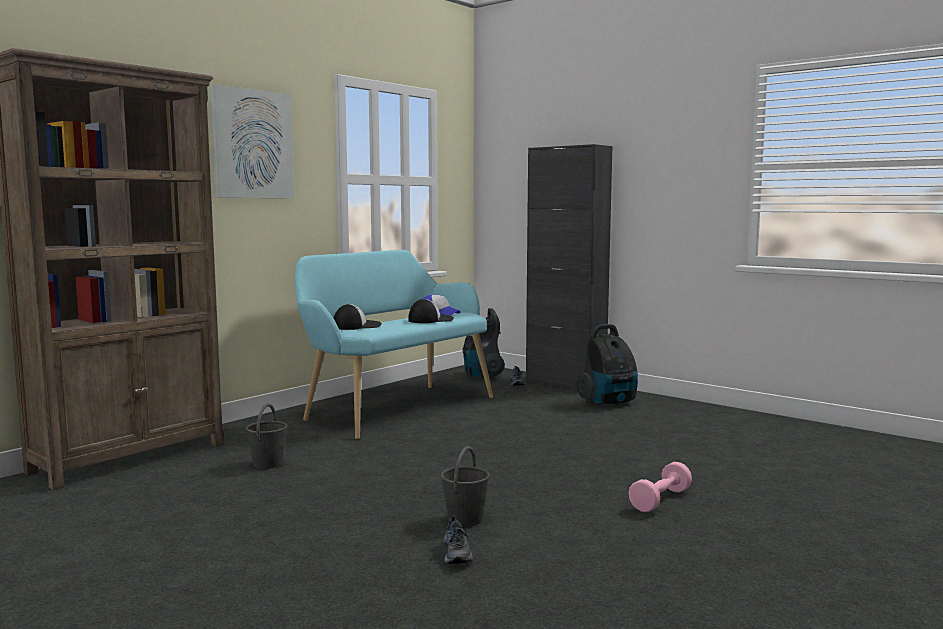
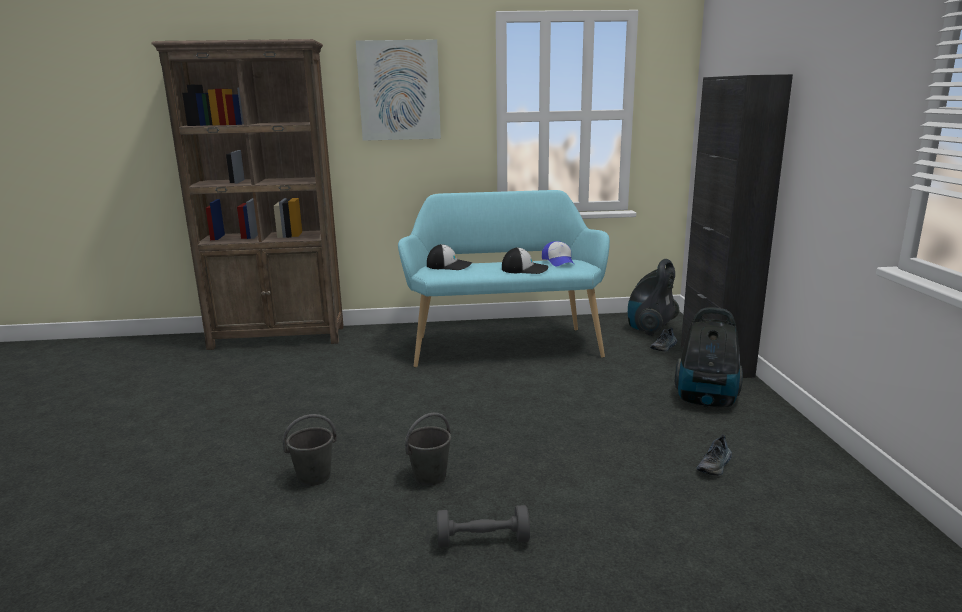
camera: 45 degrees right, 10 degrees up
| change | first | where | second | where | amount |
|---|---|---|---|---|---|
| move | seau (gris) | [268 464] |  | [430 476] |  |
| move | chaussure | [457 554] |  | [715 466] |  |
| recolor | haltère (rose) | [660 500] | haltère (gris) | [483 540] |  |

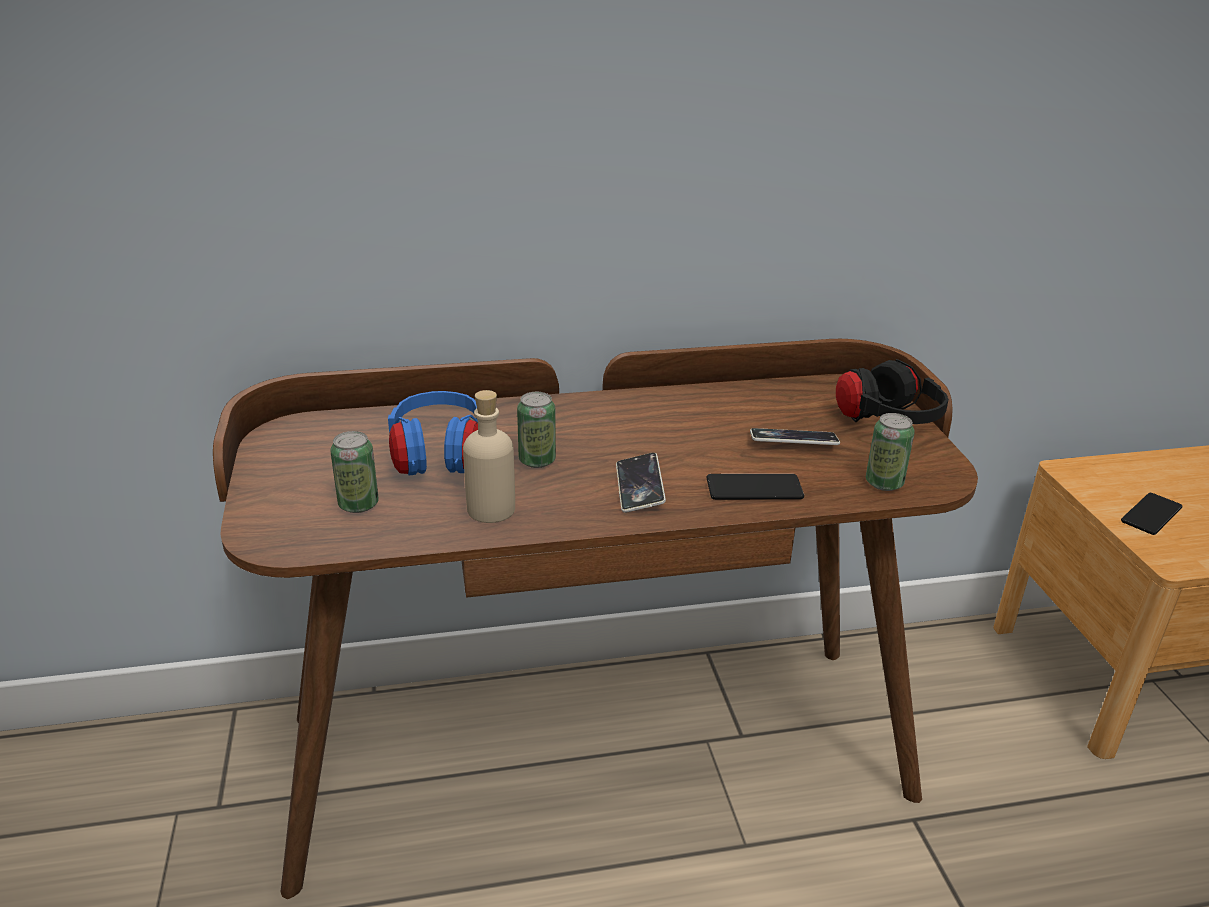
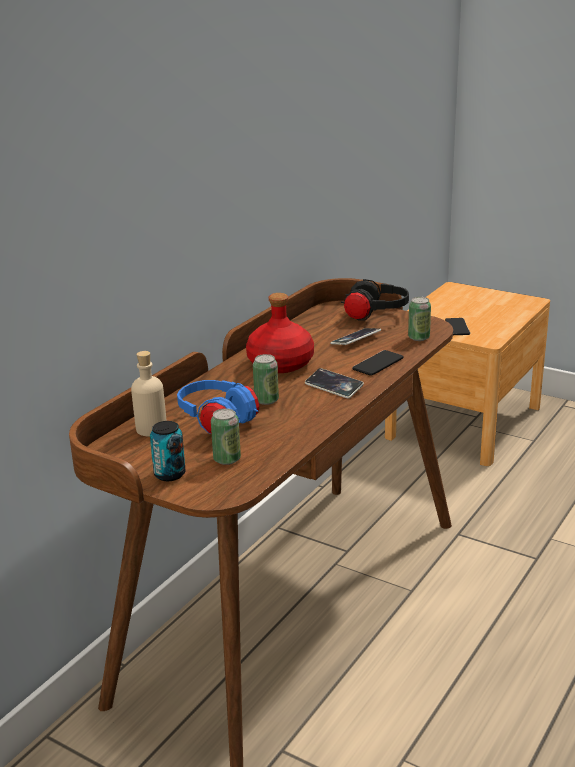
camera: 45 degrees left, 5 degrees down
| change | first | where | second | where | amount |
|---|---|---|---|---|---|
| insert |  |  | boîte métallique | [169 474] |  |
| insert |  |  | bouteille (rouge) | [281 363] |  |
| move | bouteille (beige) | [491 509] |  | [151 429] |  |

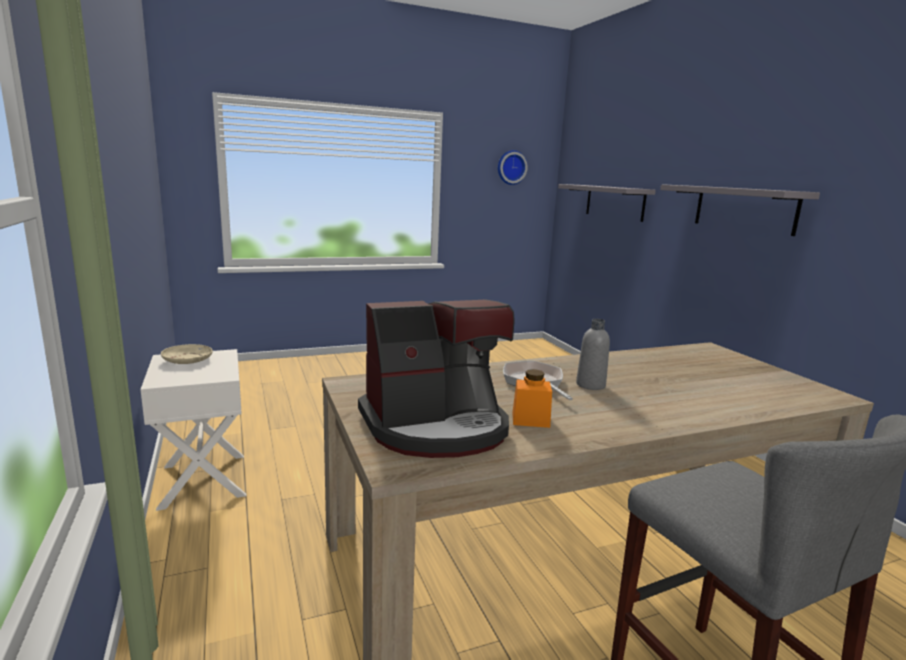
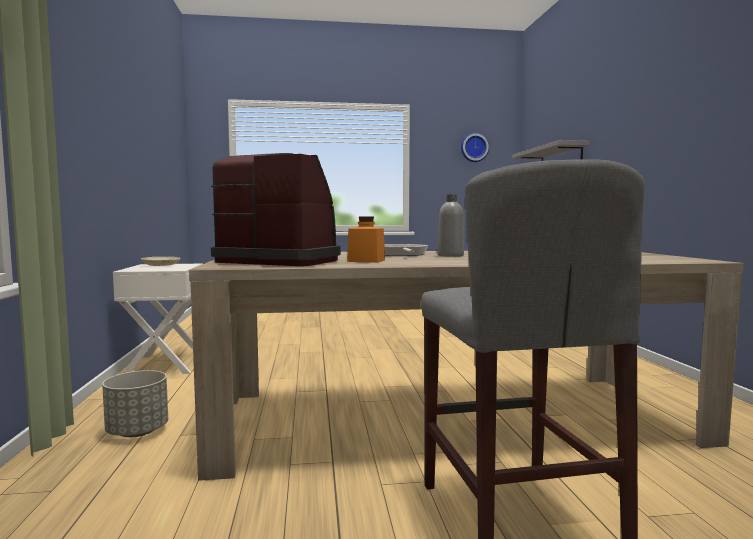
camera: 15 degrees right, 10 degrees down
| change | first | where | second | where | amount |
|---|---|---|---|---|---|
| delete | étagère (gris) | [744 209] |  |  |  |
| insert |  |  | cache-pot (gris) | [138 431] |  |
| rotate | machine à café | [436 427] |  | [281 261] | 150 degrees counterclockwise |

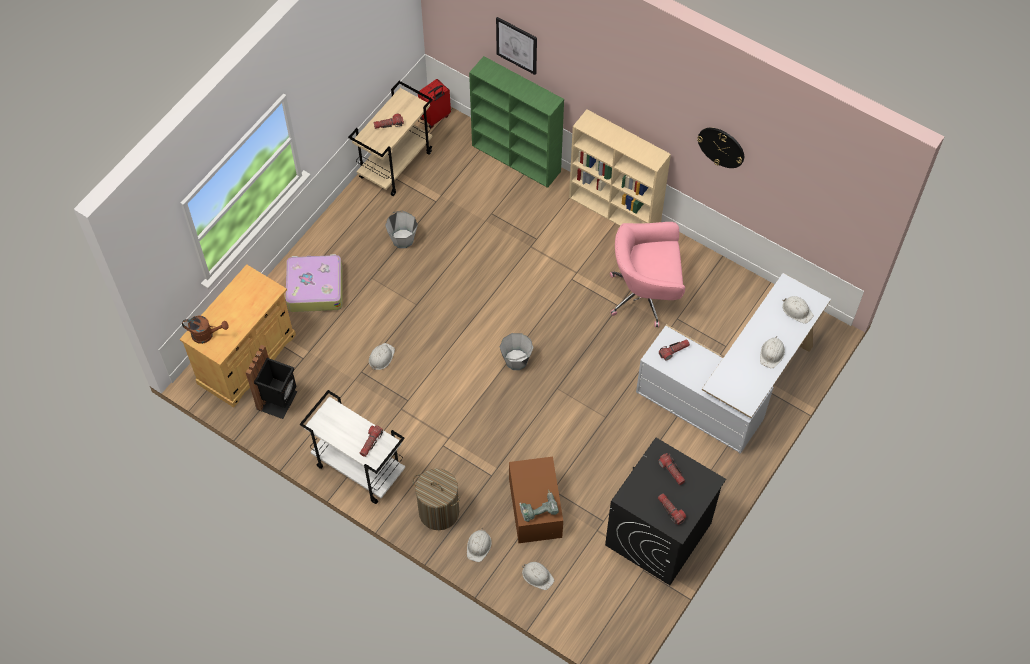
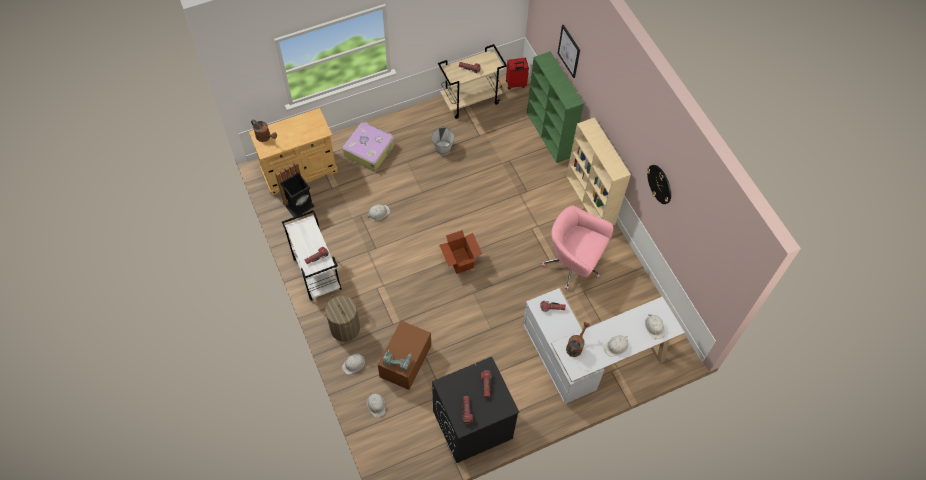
camera: 30 degrees right, 0 degrees up
| change | first | where | second | where | amount |
|---|---|---|---|---|---|
| insert |  |  | arrosoir (marron) | [575 346] |  |
| replace | seau (gris) | [516 360] | carton | [460 261] |  |

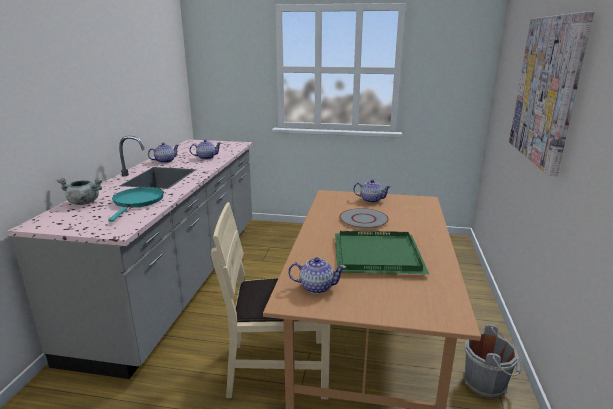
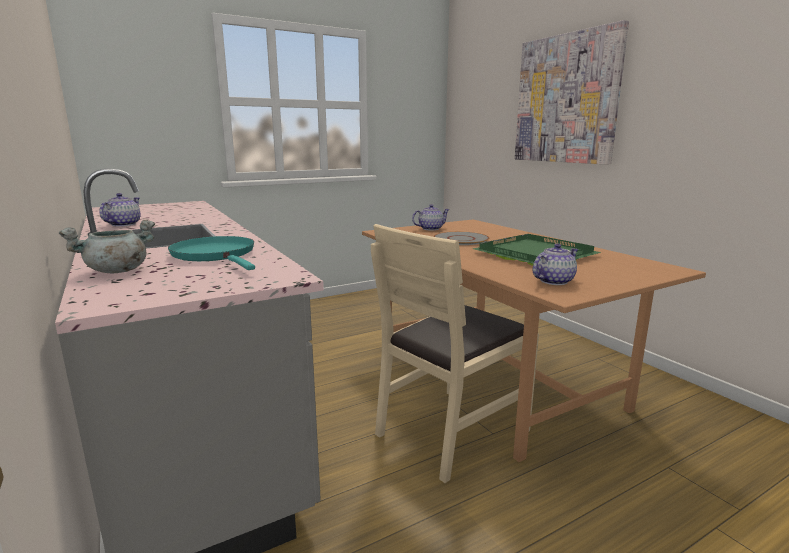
camera: 40 degrees left, 5 degrees down
| change | first | where | second | where | amount |
|---|---|---|---|---|---|
| delete | théière | [206 157] |  |  |  |
| delete | seau (gris) | [486 383] |  |  |  |

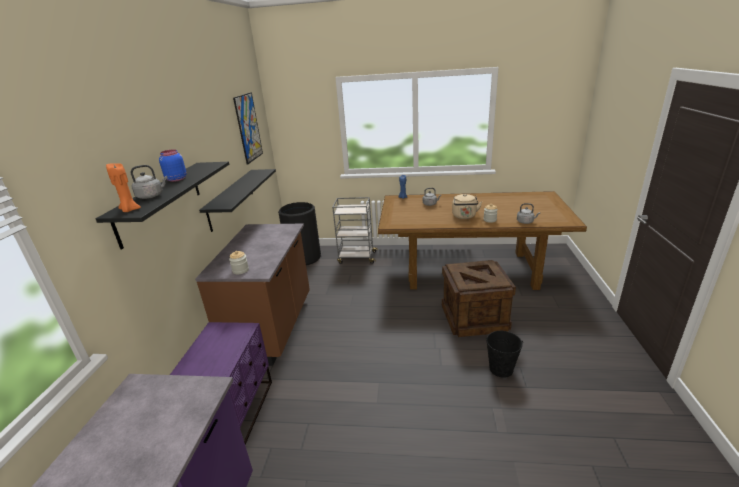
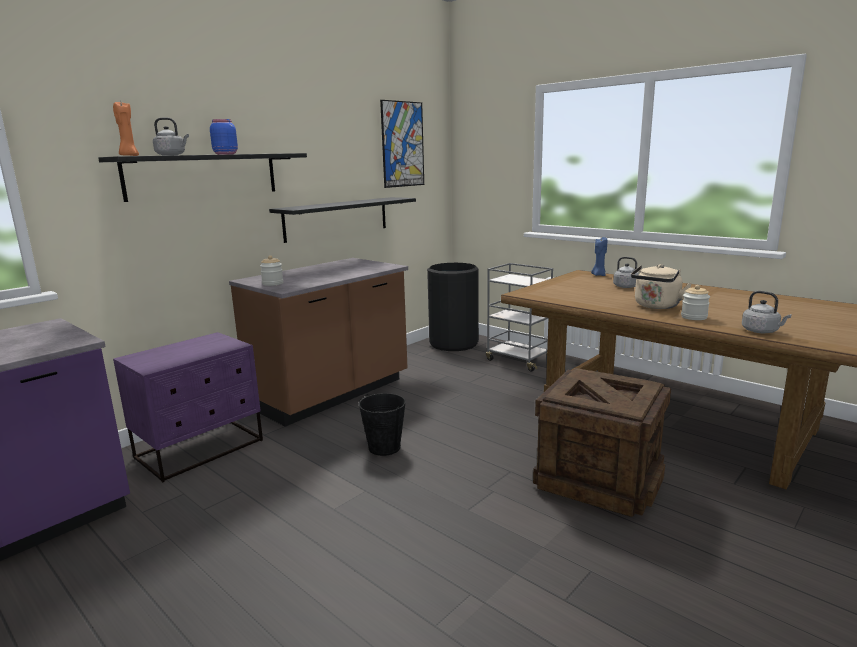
camera: 35 degrees right, 10 degrees down
| change | first | where | second | where | amount |
|---|---|---|---|---|---|
| move | seau (noir) | [501 368] |  | [384 447] |  |

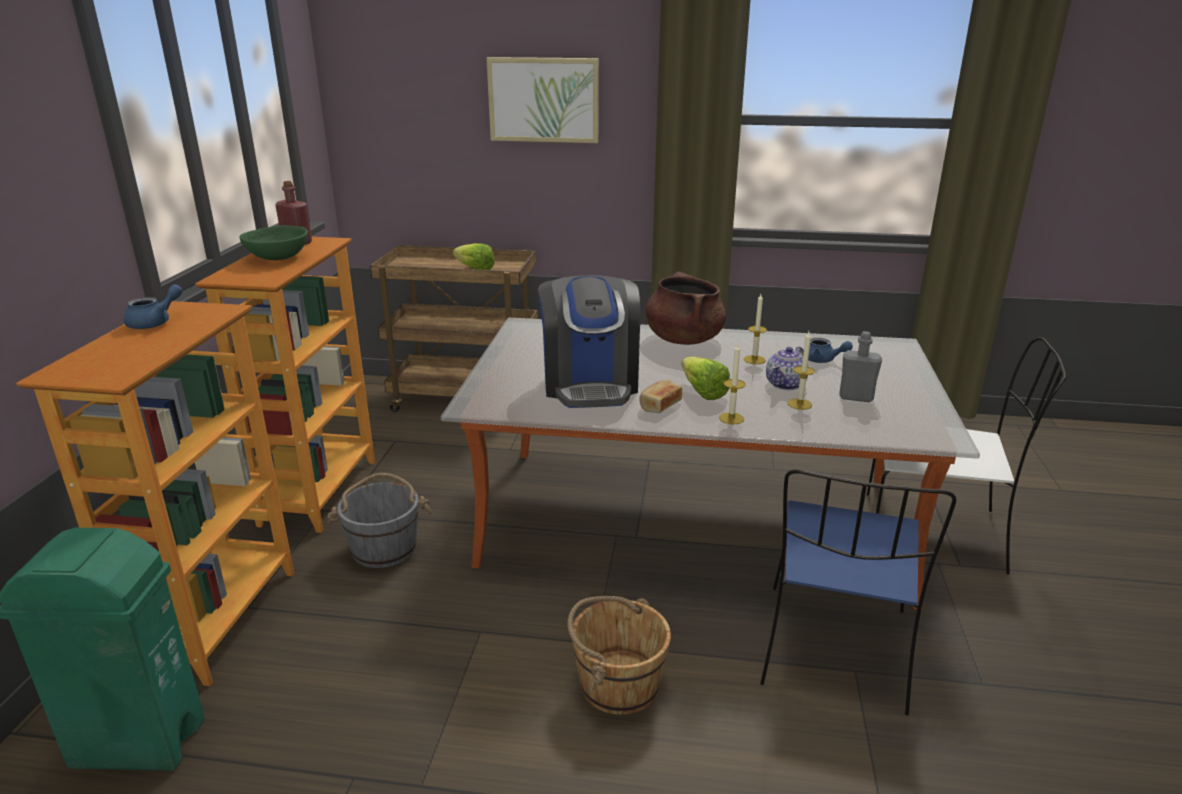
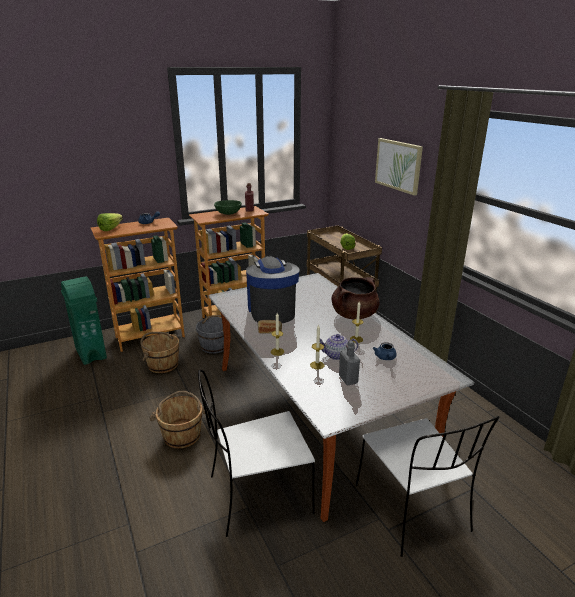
camera: 55 degrees right, 0 degrees up
| change | first | where | second | where | amount |
|---|---|---|---|---|---|
| insert |  |  | seau (marron) | [162 364] |  |
| move | laitue | [701 390] |  | [113 228] |  |
| recolor | chaise (bleu) | [835 650] | chaise (blanc) | [257 495] |  |
| rotate | machine à café | [590 384] |  | [271 310] | 120 degrees clockwise |

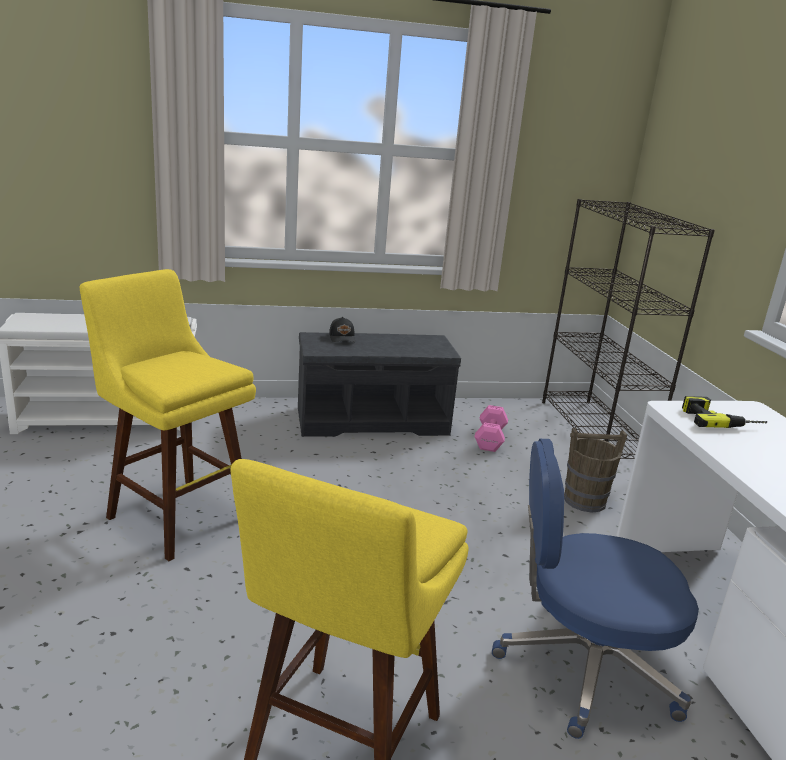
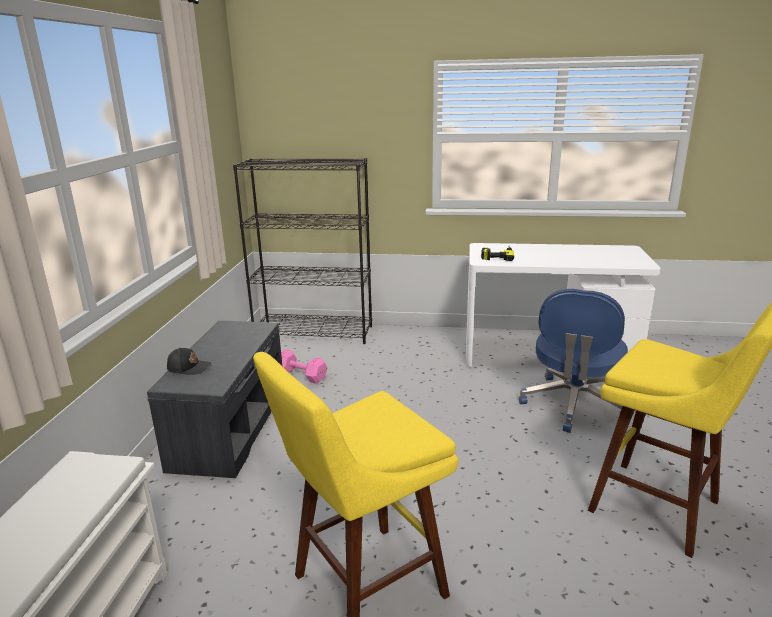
camera: 70 degrees left, 0 degrees up
| change | first | where | second | where | amount |
|---|---|---|---|---|---|
| delete | seau (marron) | [584 500] |  |  |  |

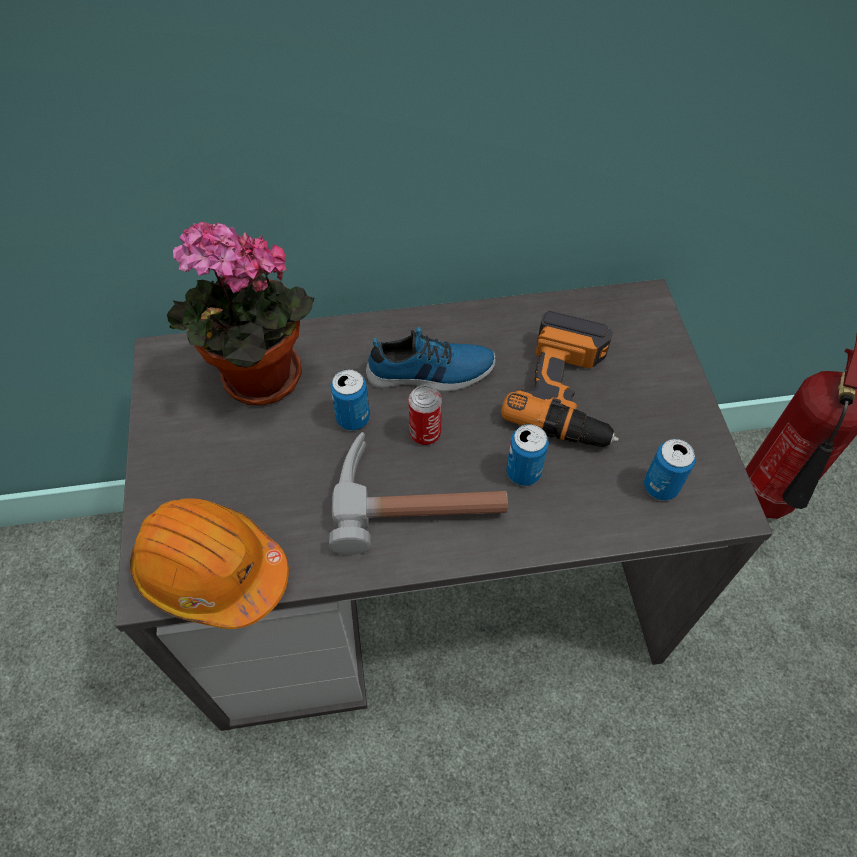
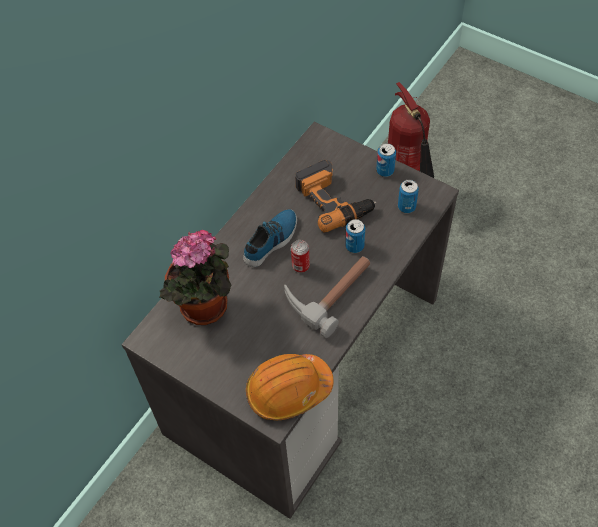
camera: 45 degrees left, 0 degrees up
| change | first | where | second | where | amount |
|---|---|---|---|---|---|
| move | boîte métallique | [353 418] |  | [385 171] |  |

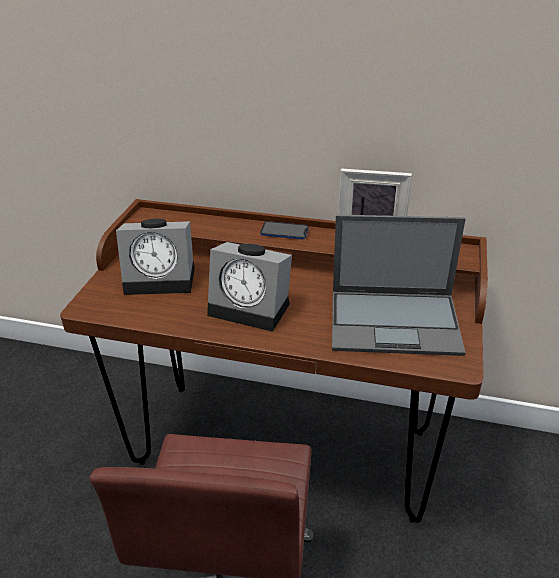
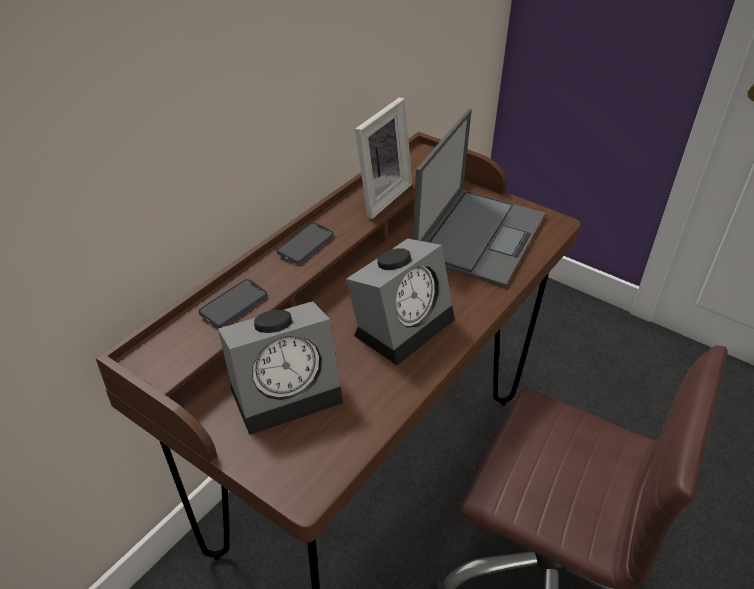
camera: 70 degrees left, 5 degrees up
| change | first | where | second | where | amount |
|---|---|---|---|---|---|
| insert |  |  | téléphone | [233 304] |  |
| rotate | réveil | [163 278] |  | [287 390] | 45 degrees clockwise |

